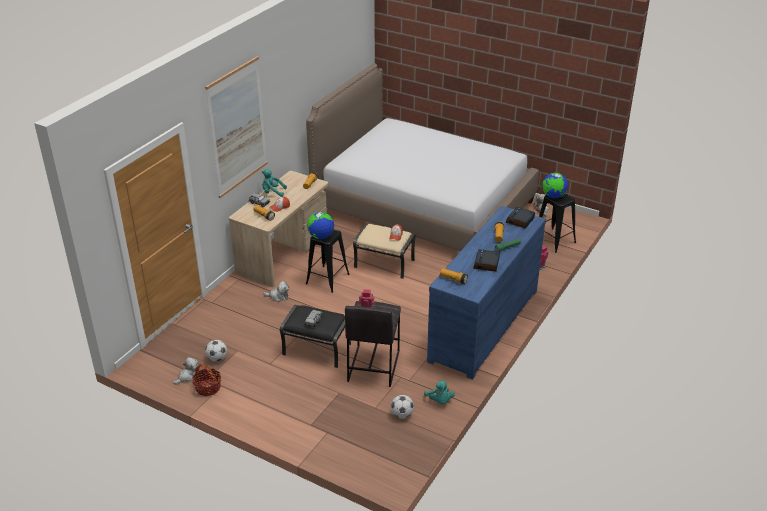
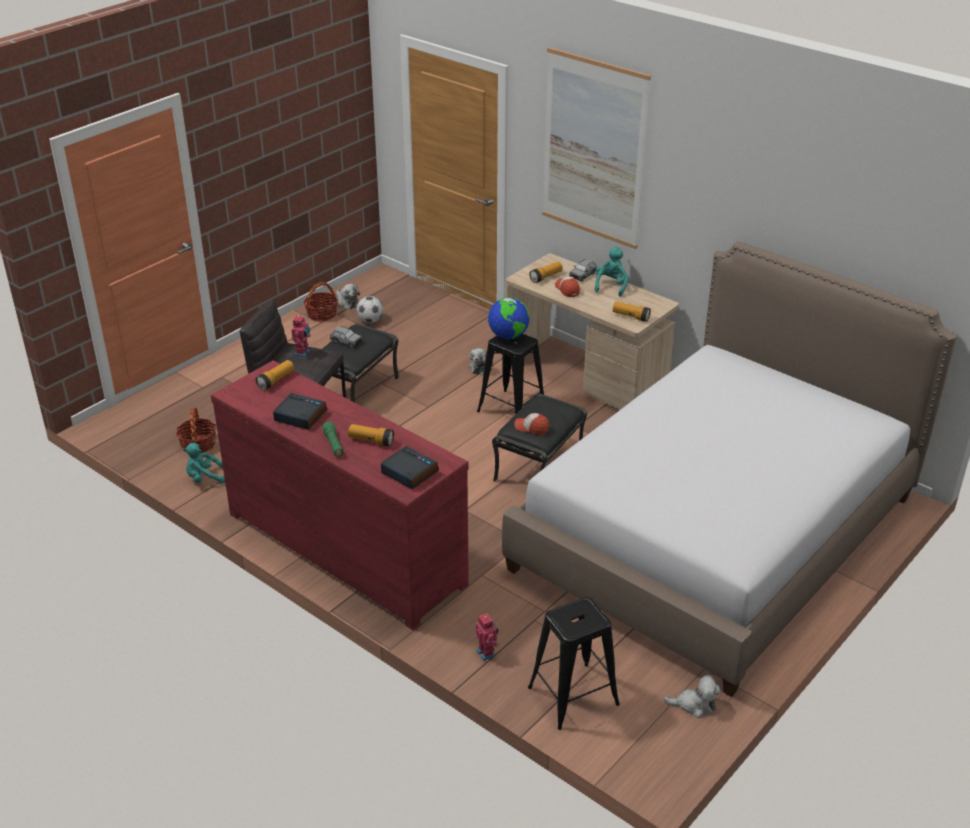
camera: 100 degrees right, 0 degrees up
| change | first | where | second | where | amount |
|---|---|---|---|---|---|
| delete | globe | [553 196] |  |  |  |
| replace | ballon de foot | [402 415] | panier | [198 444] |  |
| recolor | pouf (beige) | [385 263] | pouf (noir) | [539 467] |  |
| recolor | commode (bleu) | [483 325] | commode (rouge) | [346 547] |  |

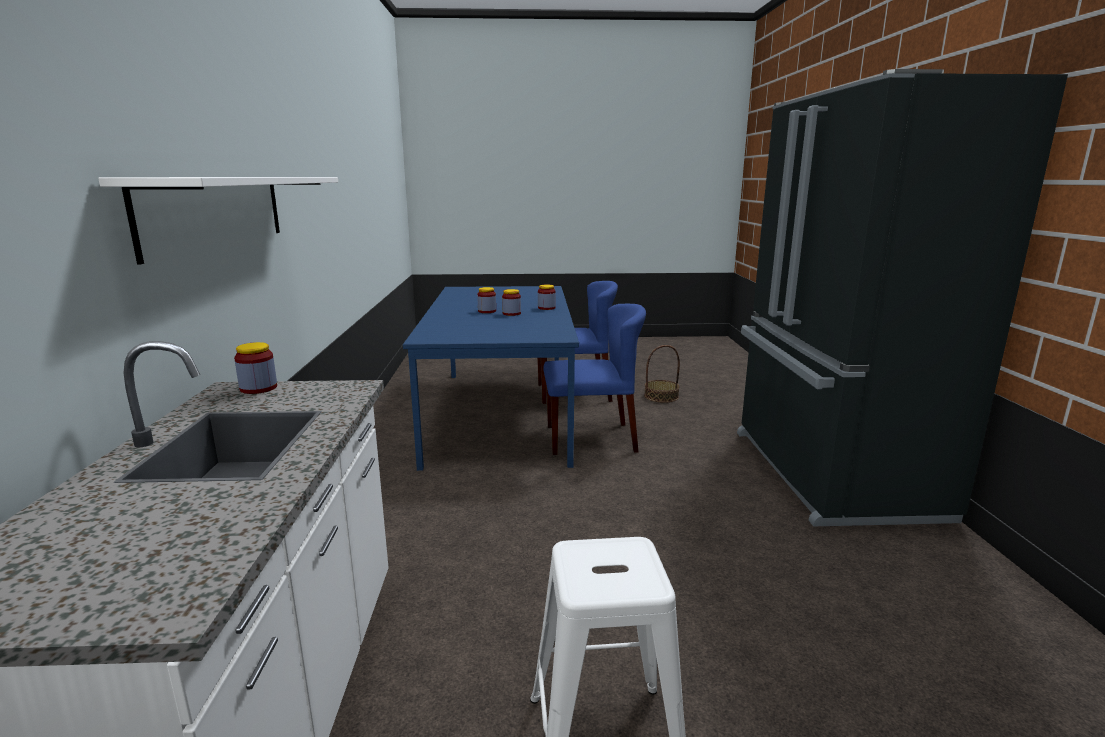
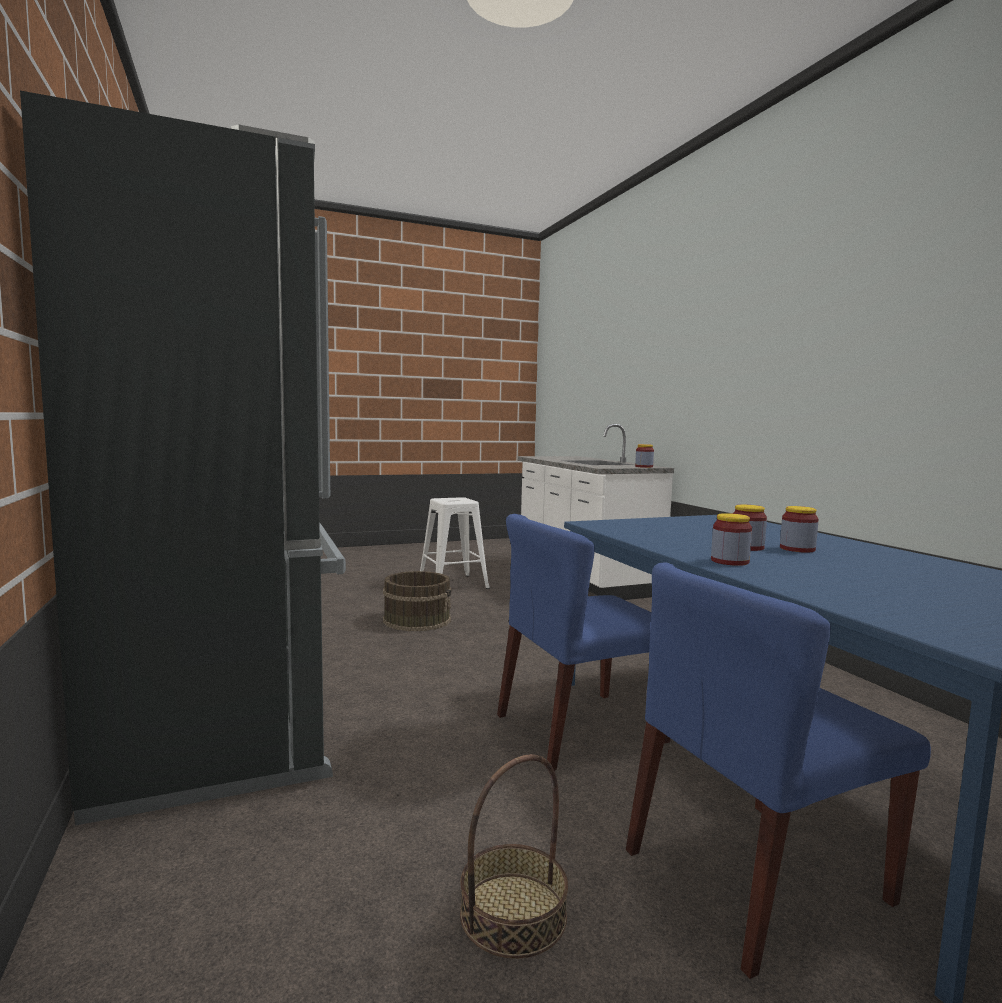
camera: 160 degrees right, 10 degrees down
| change | first | where | second | where | amount |
|---|---|---|---|---|---|
| delete | étagère (blanc) | [217 211] |  |  |  |
| insert |  |  | seau (marron) | [417 620] |  |

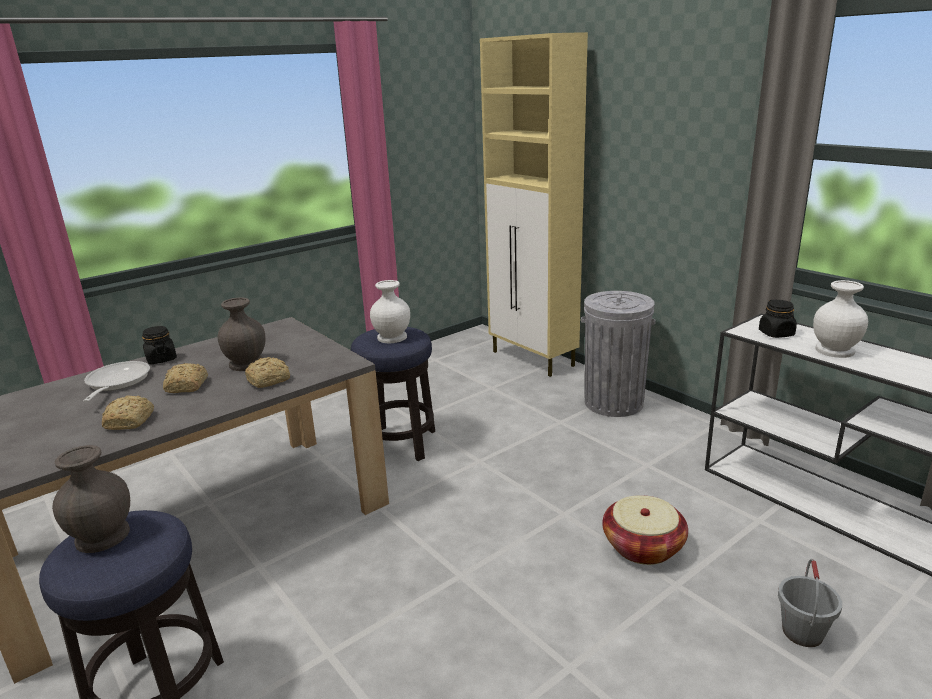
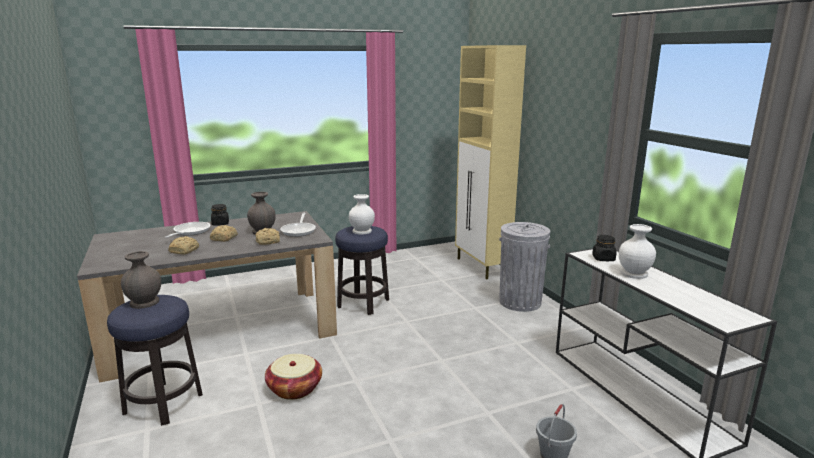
camera: 15 degrees right, 5 degrees down
| change | first | where | second | where | amount |
|---|---|---|---|---|---|
| insert |  |  | poêle | [299 230] |  |
| move | panier | [643 546] |  | [295 388] |  |

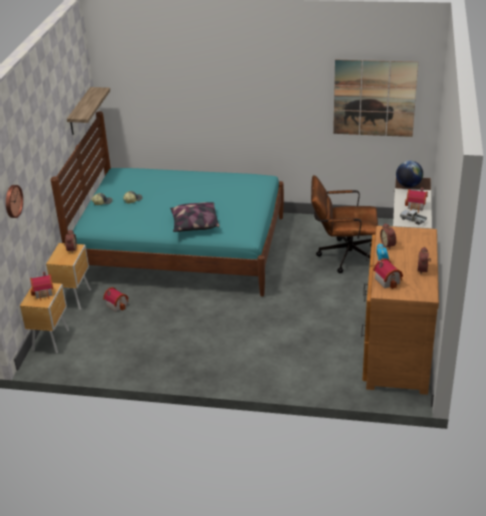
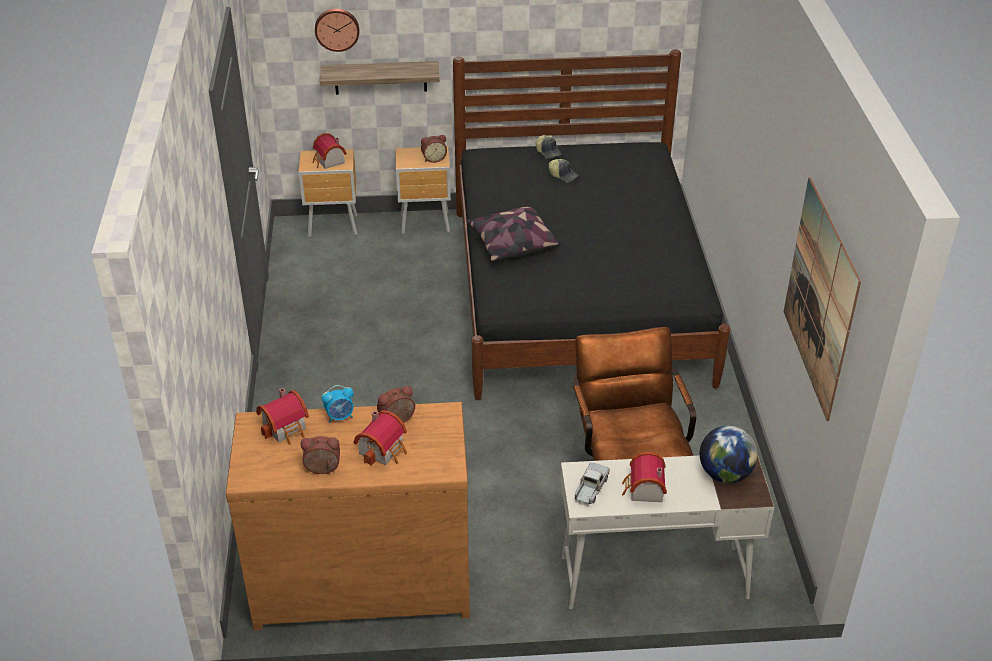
camera: 75 degrees right, 5 degrees up
| change | first | where | second | where | amount |
|---|---|---|---|---|---|
| move | étagère | [80 112] |  | [380 77] |  |
| move | maison miniature | [117 304] |  | [384 450] |  |
| recolor | lit (turquoise) | [182 249] | lit (noir) | [577 293] |  |

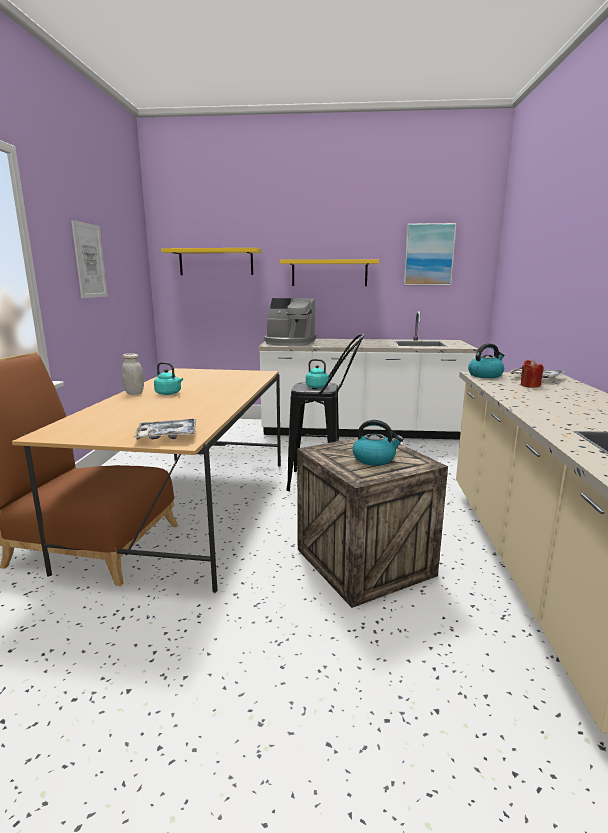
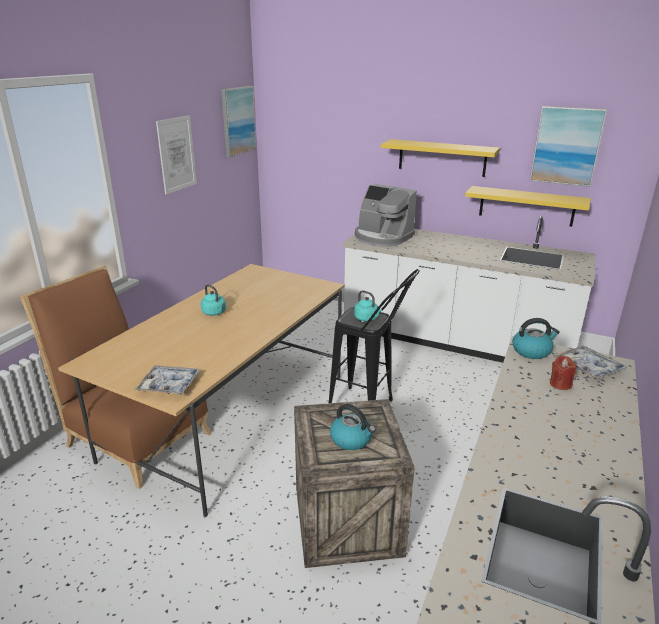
camera: 20 degrees right, 10 degrees up
| change | first | where | second | where | amount |
|---|---|---|---|---|---|
| delete | bocal (blanc) | [134 393] |  |  |  |
| insert |  |  | tableau | [238 120] |  |
| move | étagère (jaune) | [216 262] |  | [526 206] |  |

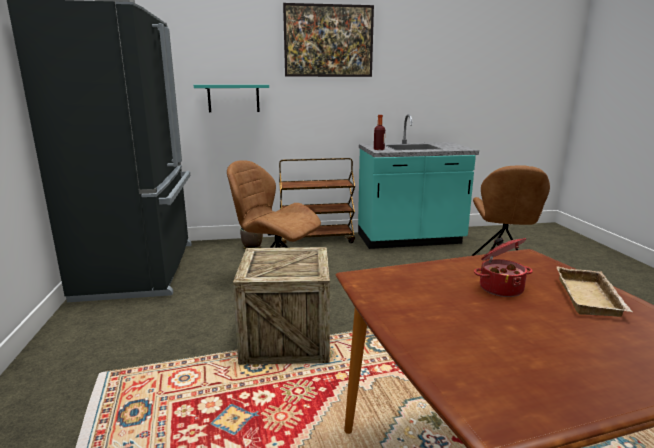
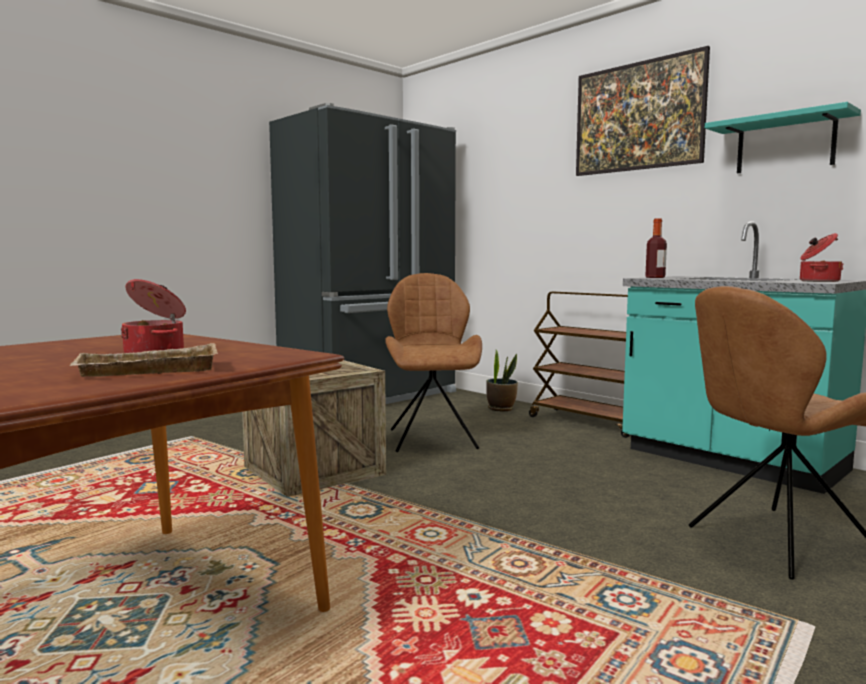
camera: 55 degrees right, 10 degrees down
| change | first | where | second | where | amount |
|---|---|---|---|---|---|
| insert |  |  | marmite | [818 281] |  |
| move | étagère (turquoise) | [233 98] |  | [785 144] |  |

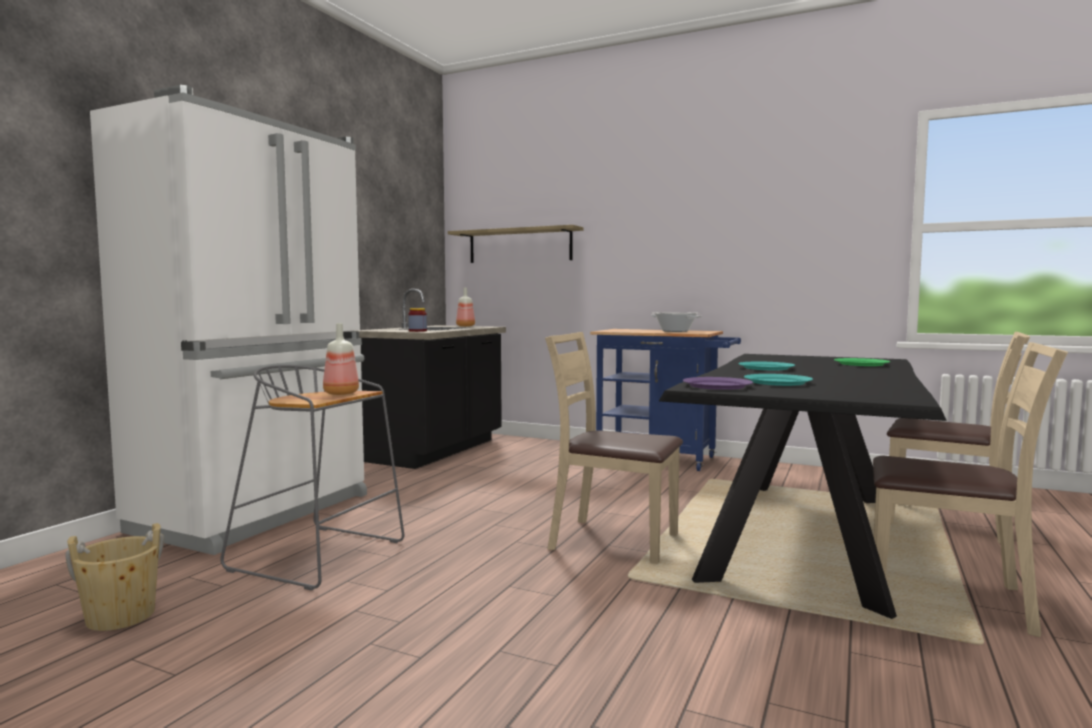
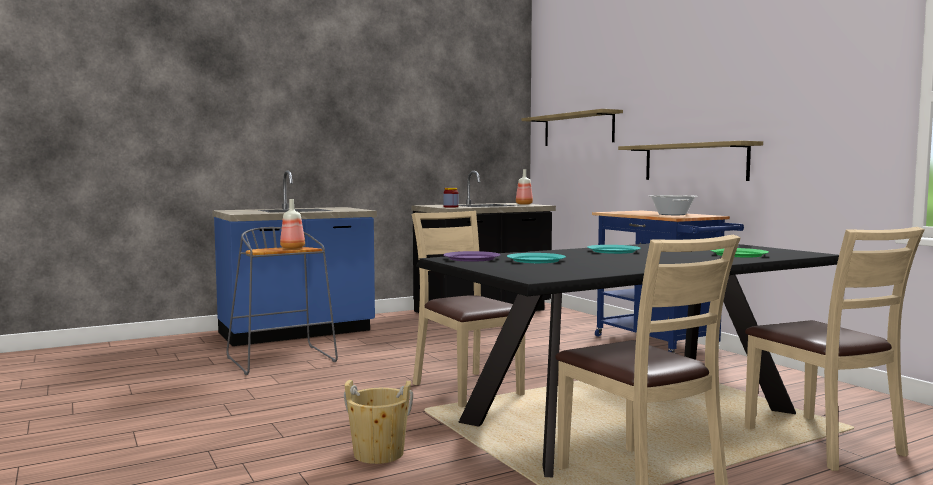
camera: 35 degrees right, 0 degrees up
| change | first | where | second | where | amount |
|---|---|---|---|---|---|
| insert |  |  | étagère | [694 162] |  |
| move | seau (beige) | [120 616] |  | [378 454] |  |
| replace | réfrigérateur (blanc) | [258 513] | comptoir de cuisine (bleu) | [297 332] |  |

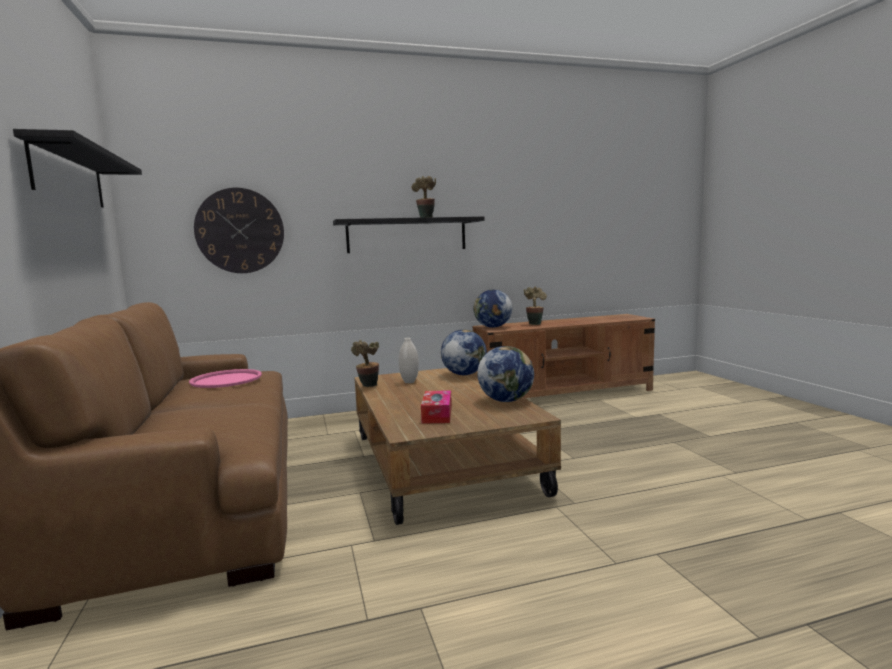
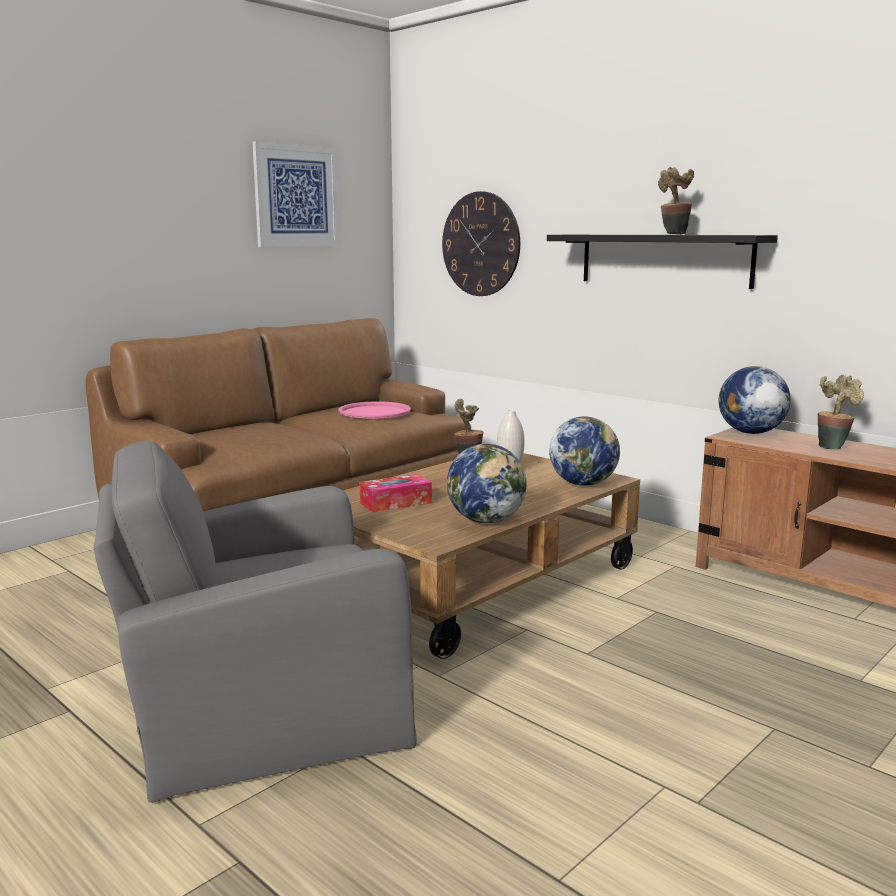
camera: 60 degrees right, 5 degrees up
| change | first | where | second | where | amount |
|---|---|---|---|---|---|
| insert |  |  | fauteuil (gris) | [262 705] |  |
| replace | étagère (noir) | [69 176] | tableau | [296 196] |  |

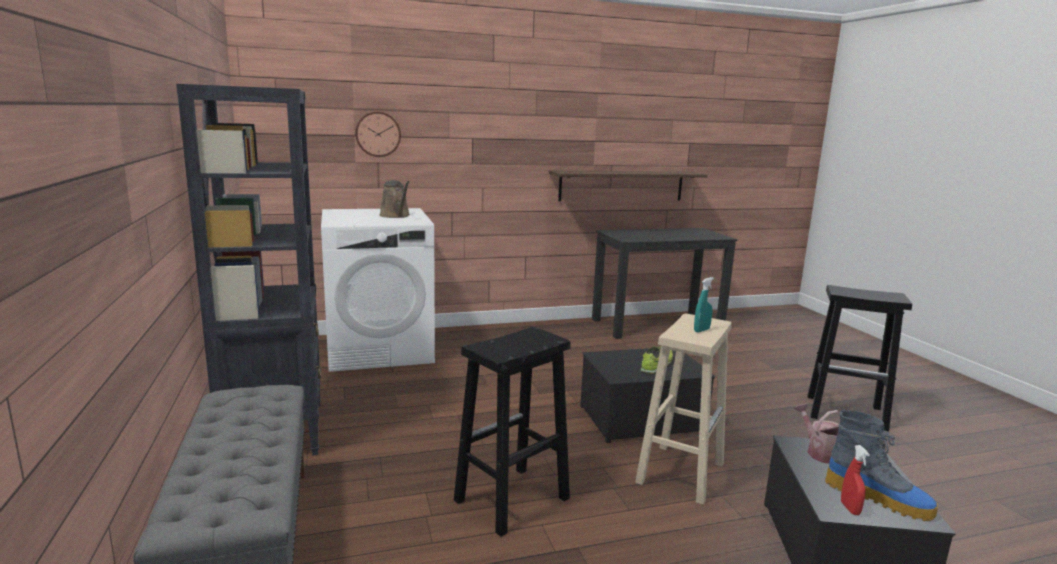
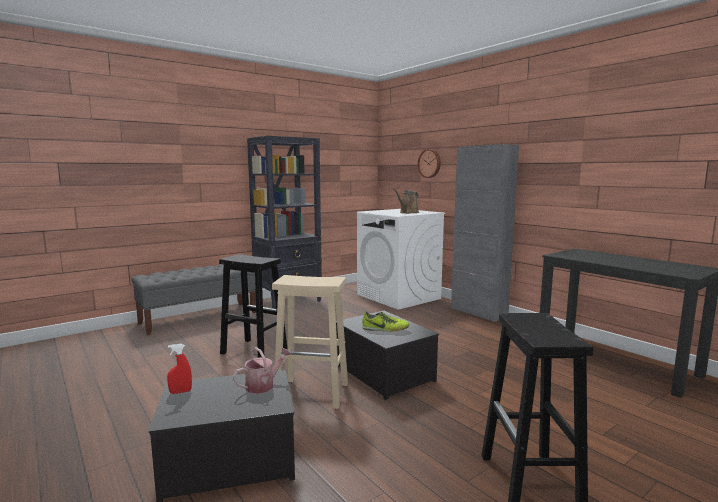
camera: 70 degrees right, 5 degrees down
| change | first | where | second | where | amount |
|---|---|---|---|---|---|
| delete | étagère | [621 186] |  |  |  |
| delete | vaporisateur (turquoise) | [701 330] |  |  |  |
| delete | botte | [879 498] |  |  |  |
| insert |  |  | meuble de rangement (gris) | [478 312] |  |

